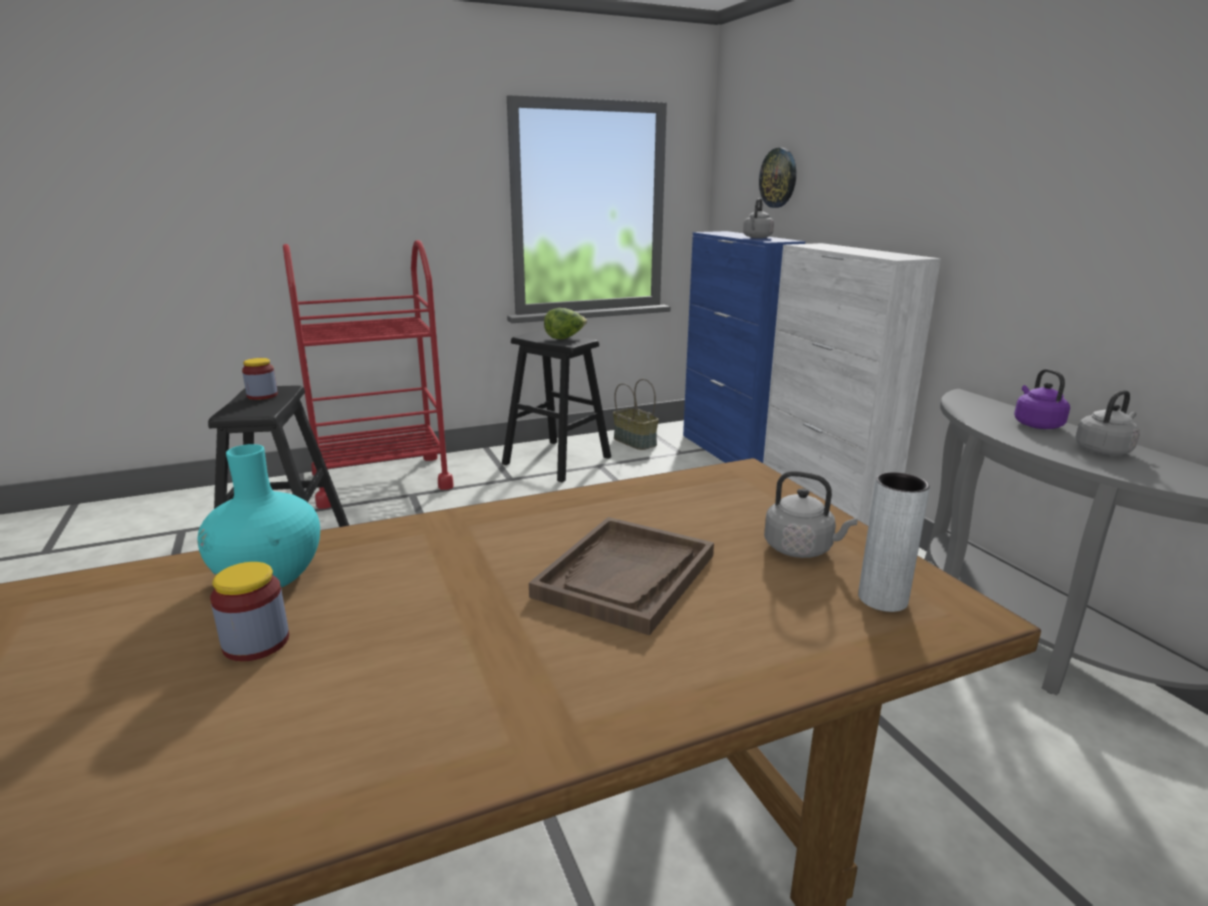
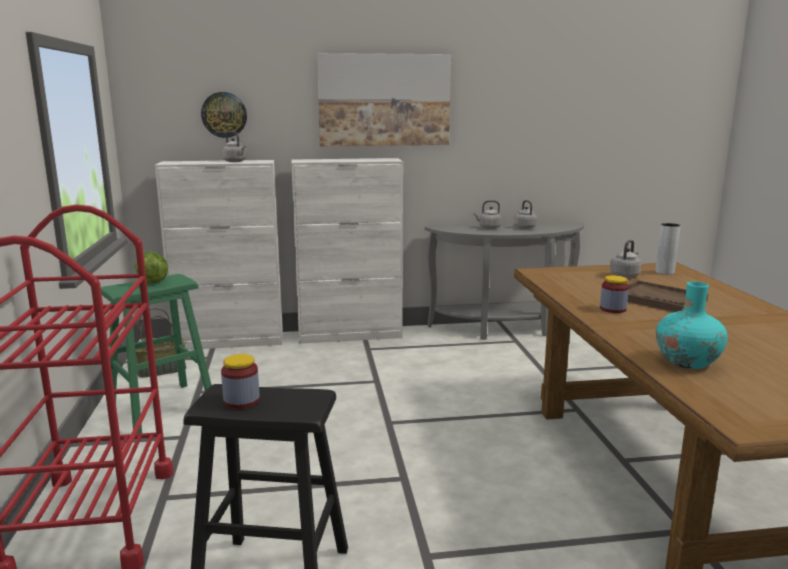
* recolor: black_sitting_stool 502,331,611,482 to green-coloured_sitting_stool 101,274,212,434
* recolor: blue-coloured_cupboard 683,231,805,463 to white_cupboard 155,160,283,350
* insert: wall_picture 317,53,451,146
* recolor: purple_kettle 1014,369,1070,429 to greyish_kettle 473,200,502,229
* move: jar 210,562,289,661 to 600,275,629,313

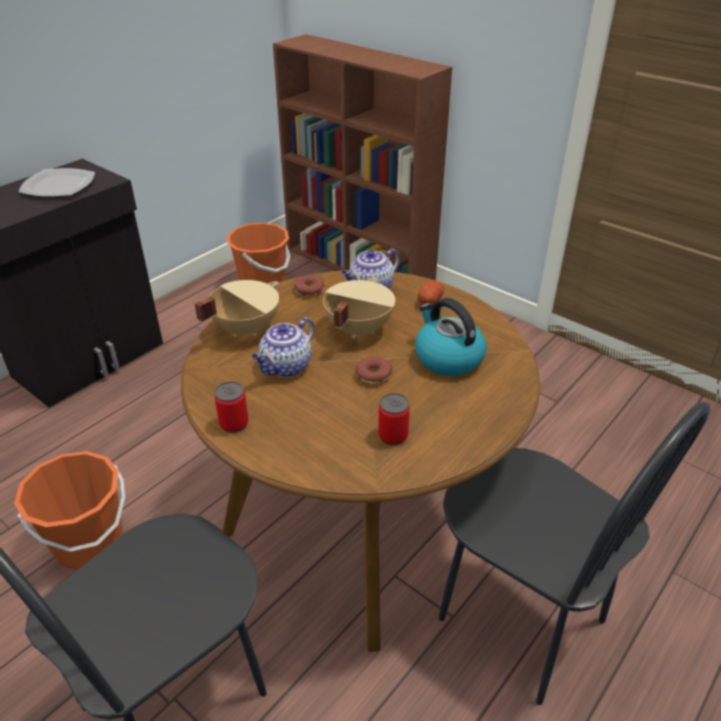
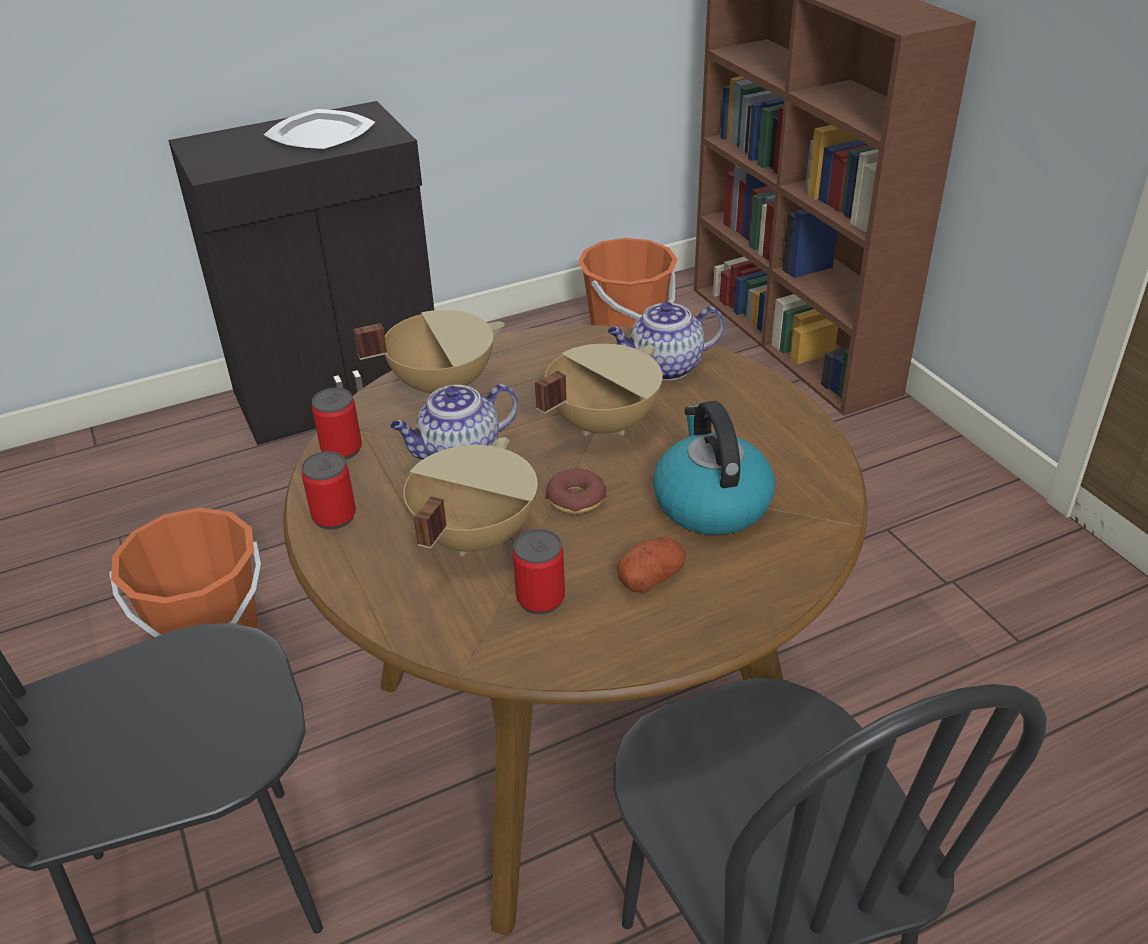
* insert: sealed_can 312,388,362,460
* insert: beige_saucepot 403,437,538,556
* move: spud 418,280,444,305 to 617,537,686,592
* delete: ring_doughnut 294,275,325,297

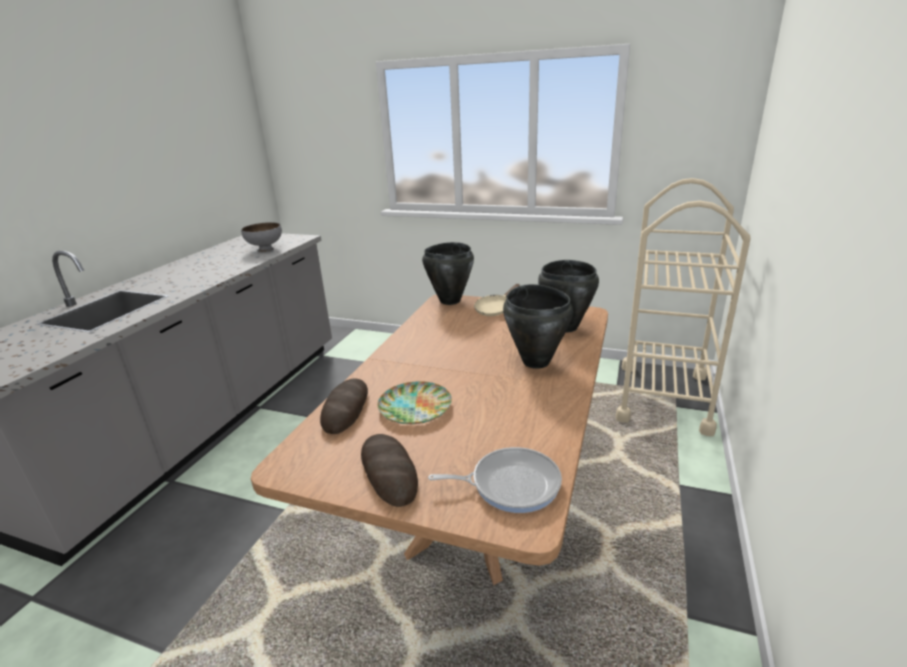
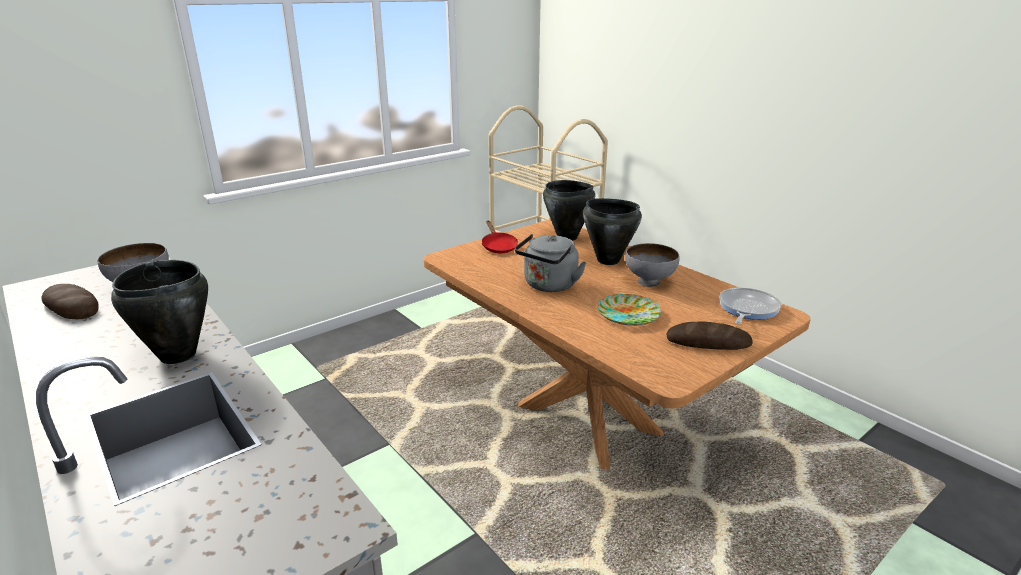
* move: baked_bread 320,378,368,434 to 41,284,99,319
* move: black_saucepot 422,242,474,305 to 111,260,208,364
* recolor: beige_skillet 474,284,519,316 to red-coloured_skillet 482,221,518,253
* insert: greyish_kettle 515,234,586,292
* insert: greyish_bowl 625,243,680,287

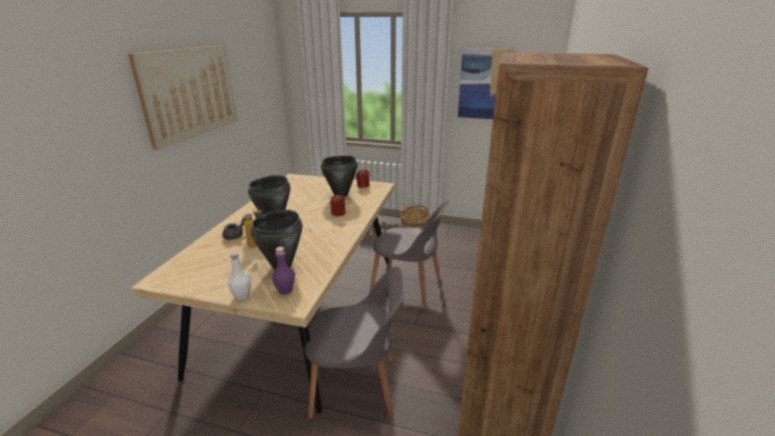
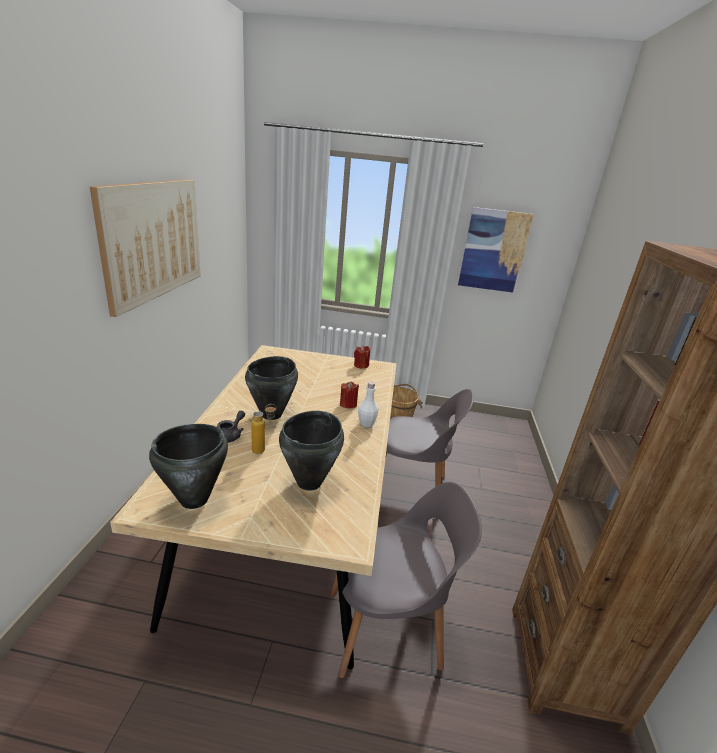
* move: black_saucepot 321,156,358,197 to 149,424,228,509
* move: white_drink_bottle 228,252,251,300 to 358,381,379,427
* delete: purple_drink_bottle 272,247,295,295

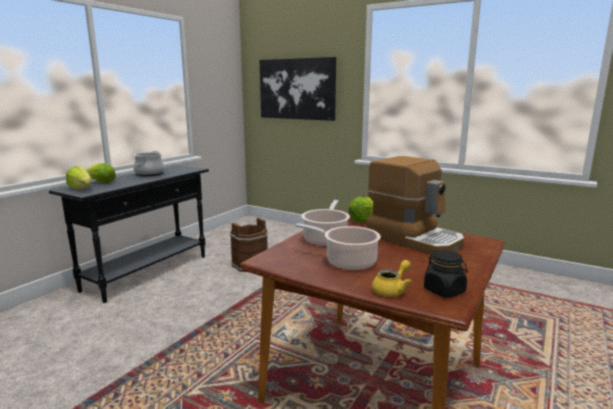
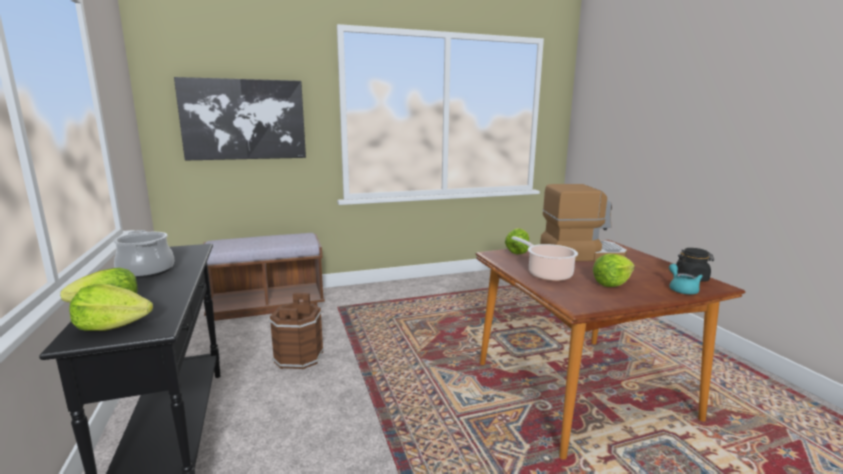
* insert: brownish_indoor_bench 203,233,325,321
* replace: saucepot 295,223,381,270 to lettuce_head 593,254,635,287
* recolor: yellow_teapot 372,260,412,297 to turquoise_teapot 669,264,703,294

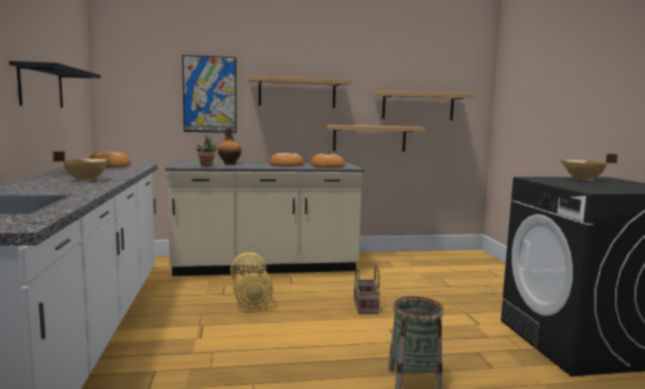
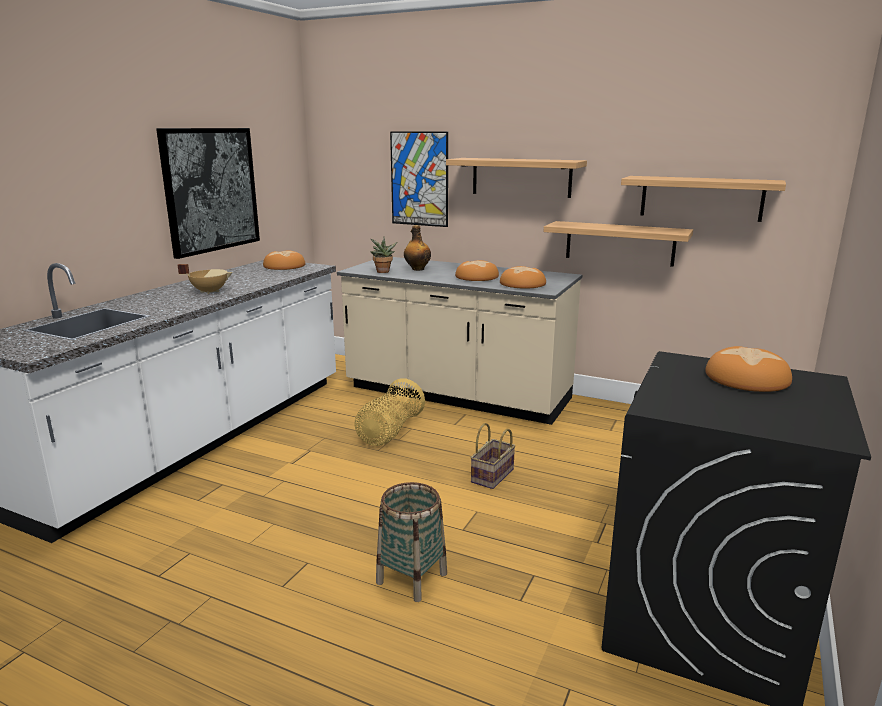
* replace: black_wall_shelf 9,61,101,108 to wall_picture 156,128,260,259
* replace: beige_saucepot 560,153,618,181 to baked_bread 705,346,792,392

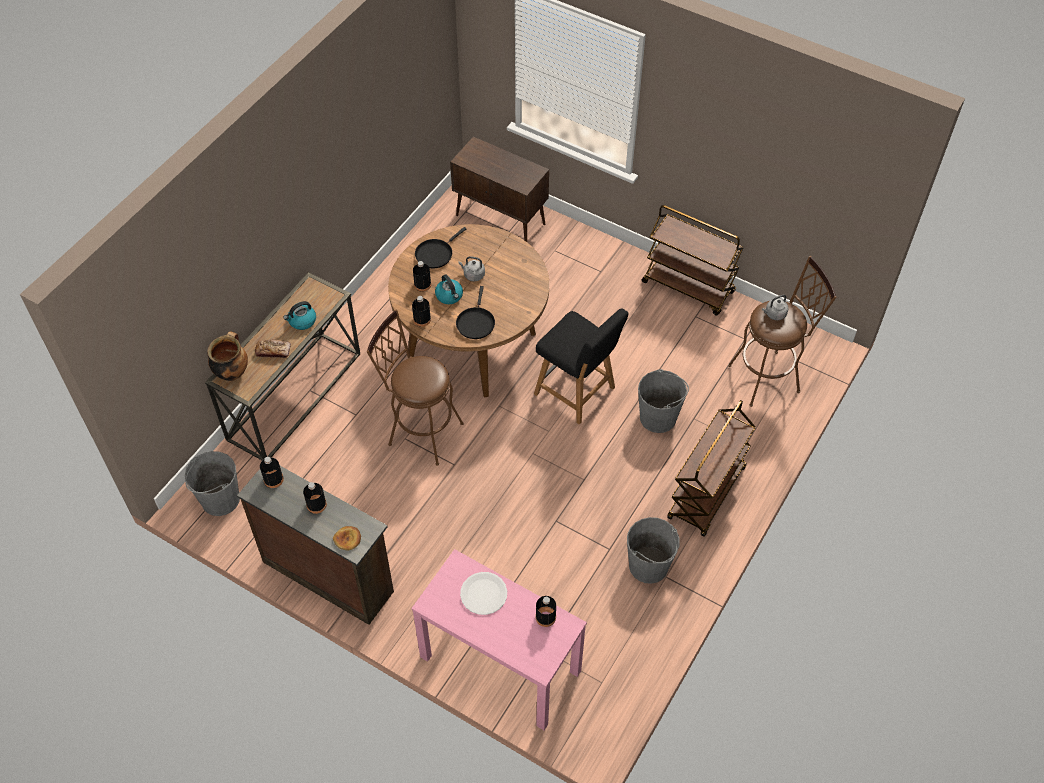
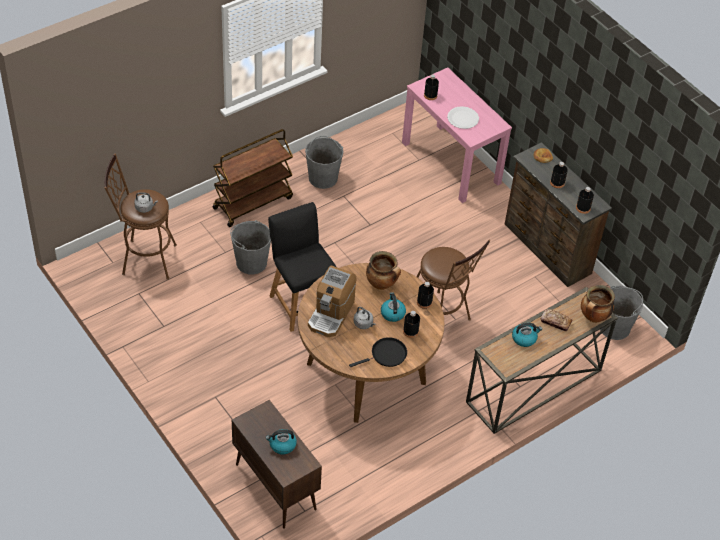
* insert: kettle 265,429,297,455
* insert: coffee_brewer 308,265,357,337
* replace: black_skillet 456,286,495,339 to saucepot 366,251,401,290
* delete: brownish_wheeled_cart 642,205,744,316

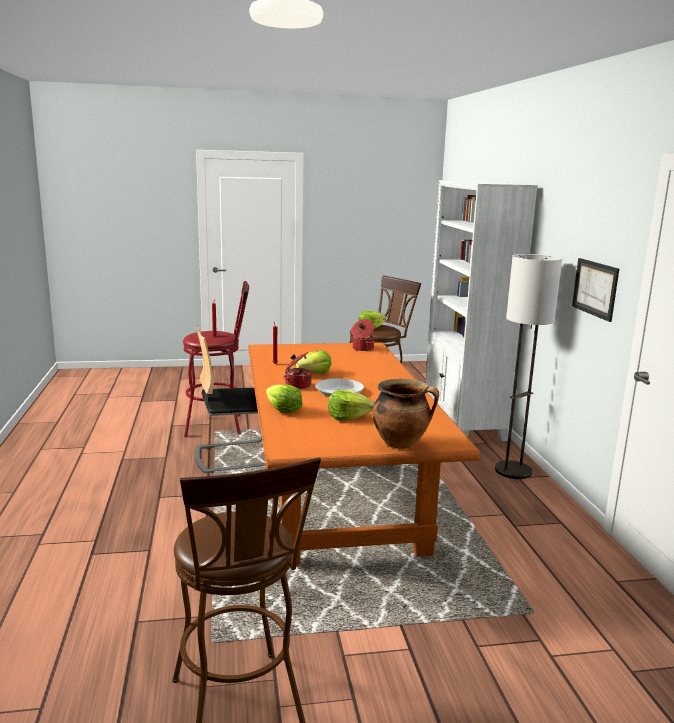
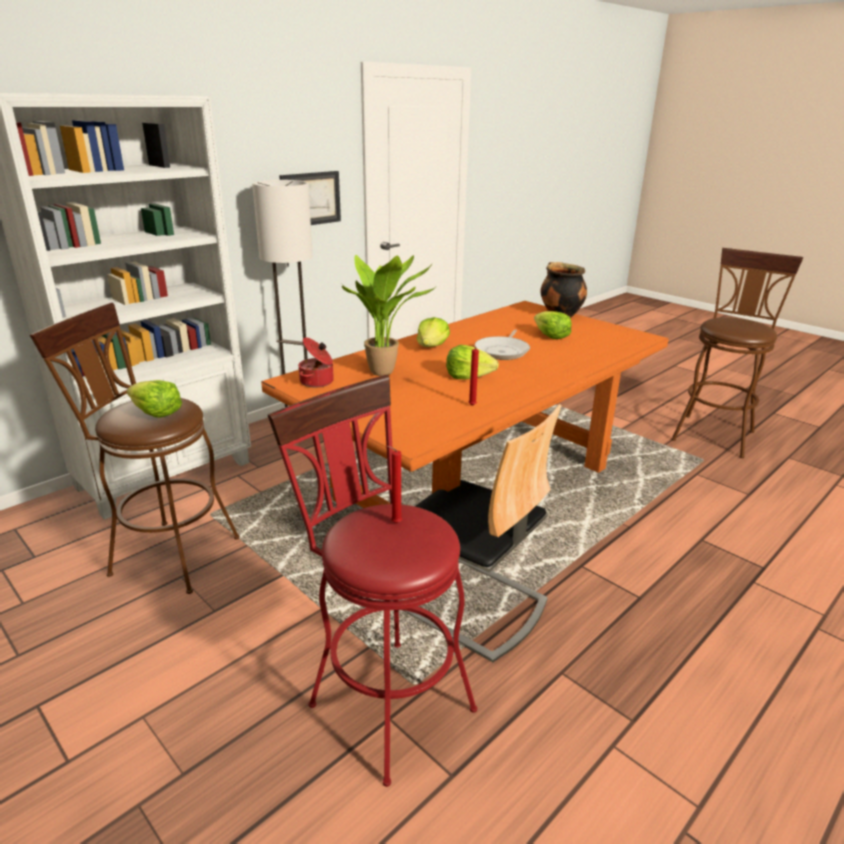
* insert: houseplant 341,255,434,376
* move: lettuce_head 266,385,303,413 to 417,317,450,347
* delete: saucepot 283,352,313,389

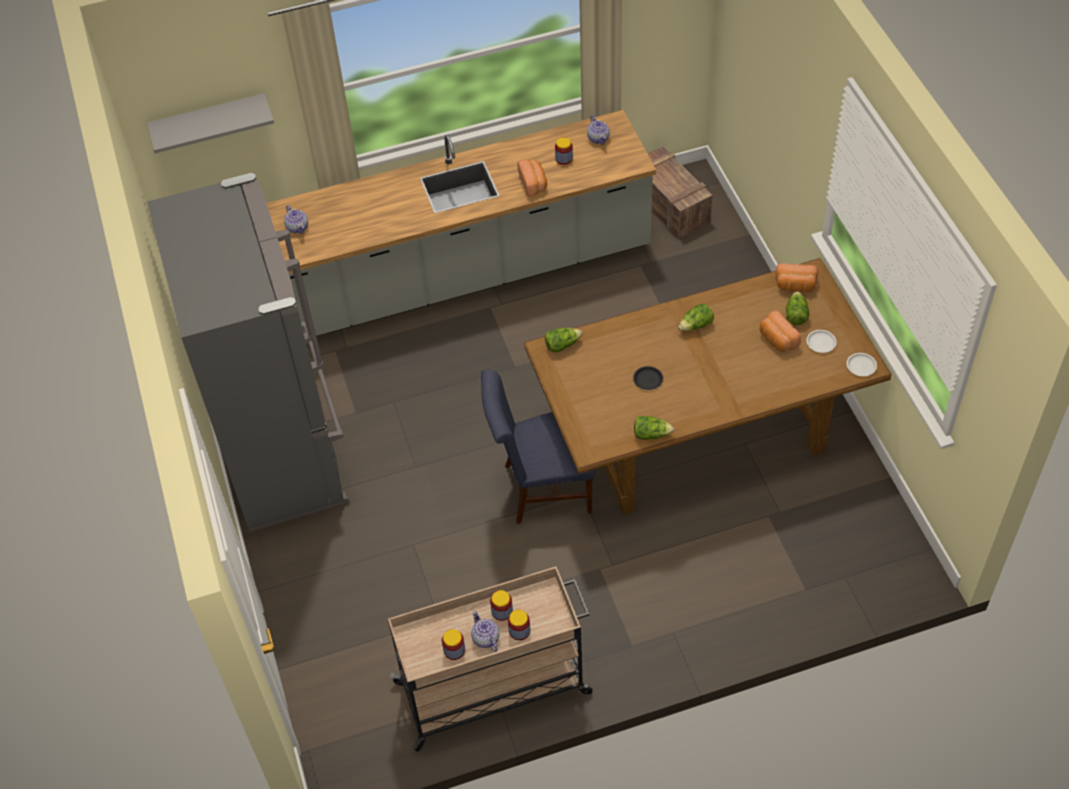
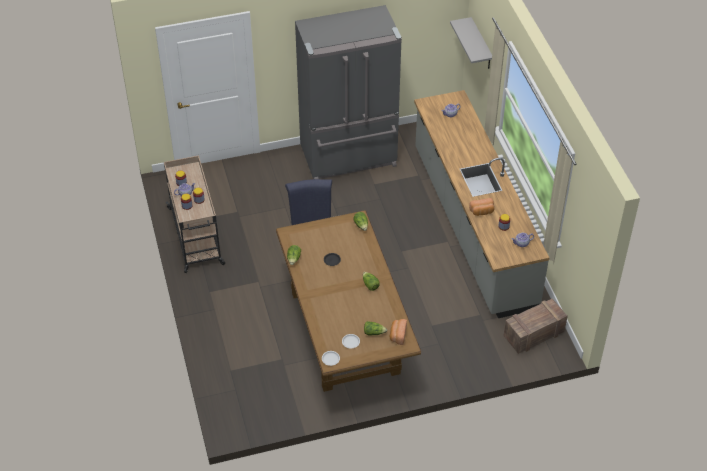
* delete: baked_bread 760,310,801,351

